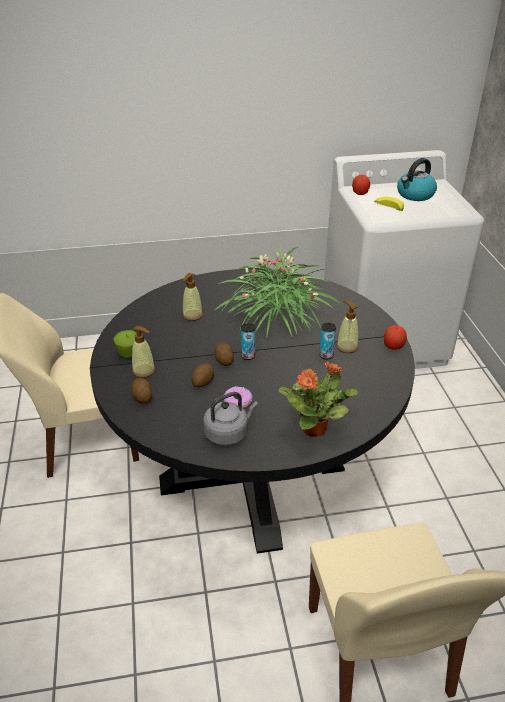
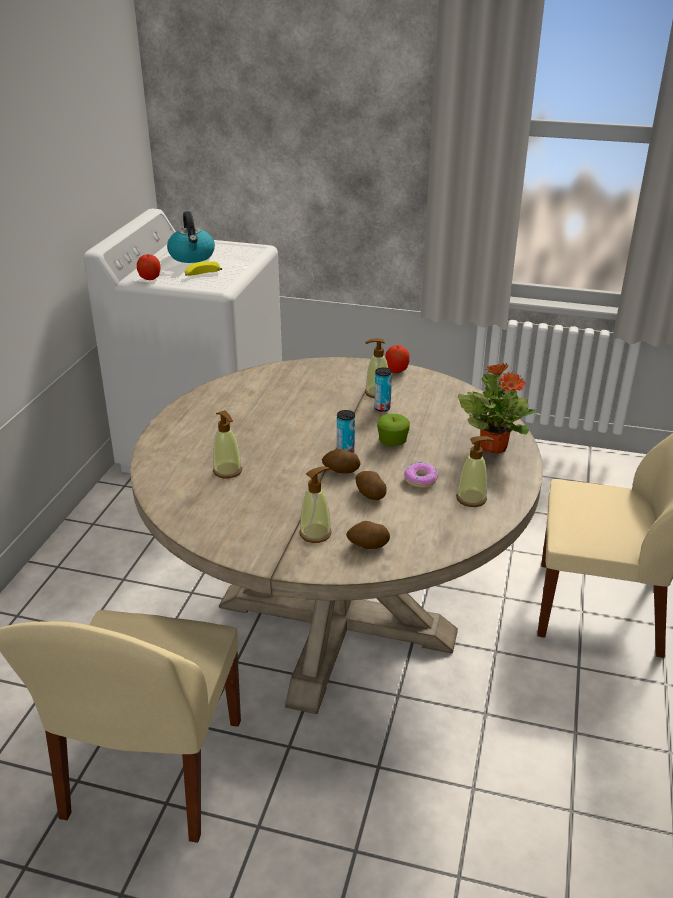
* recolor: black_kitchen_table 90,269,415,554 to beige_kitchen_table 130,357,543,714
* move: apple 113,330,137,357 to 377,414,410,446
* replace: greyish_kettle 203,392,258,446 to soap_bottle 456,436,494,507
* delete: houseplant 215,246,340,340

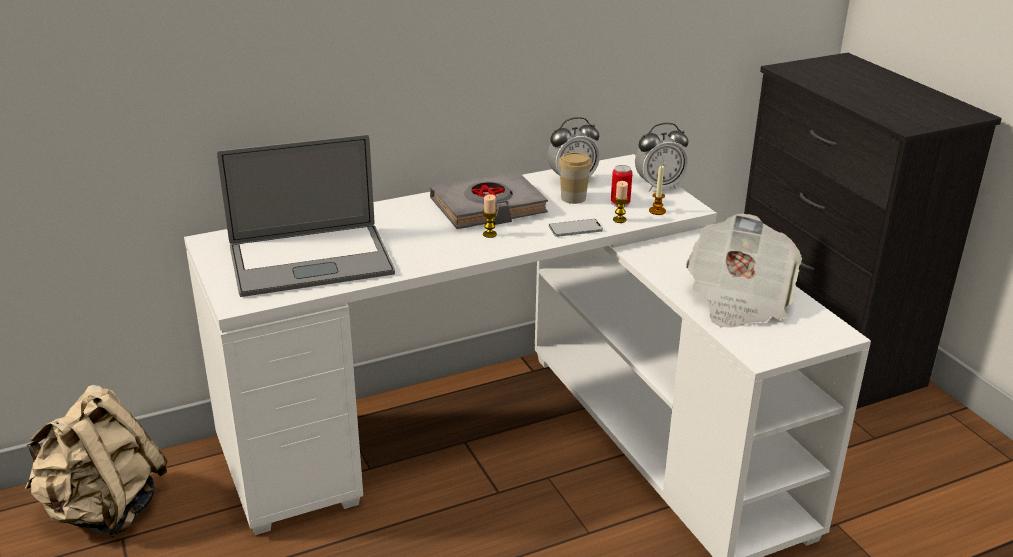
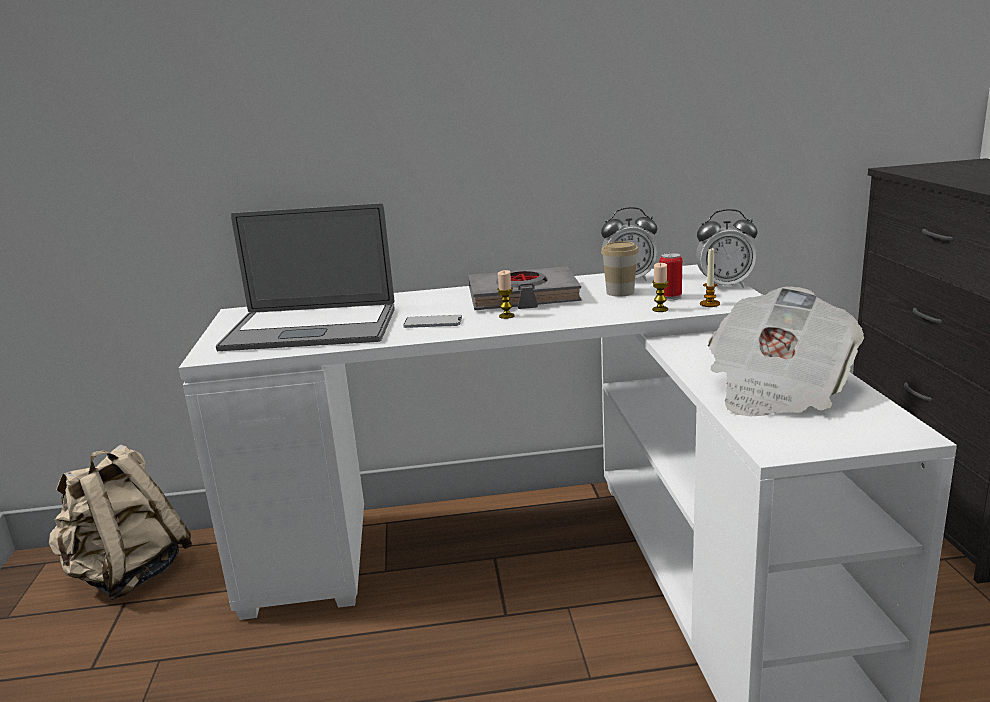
* move: phone 549,219,603,237 to 403,315,462,328

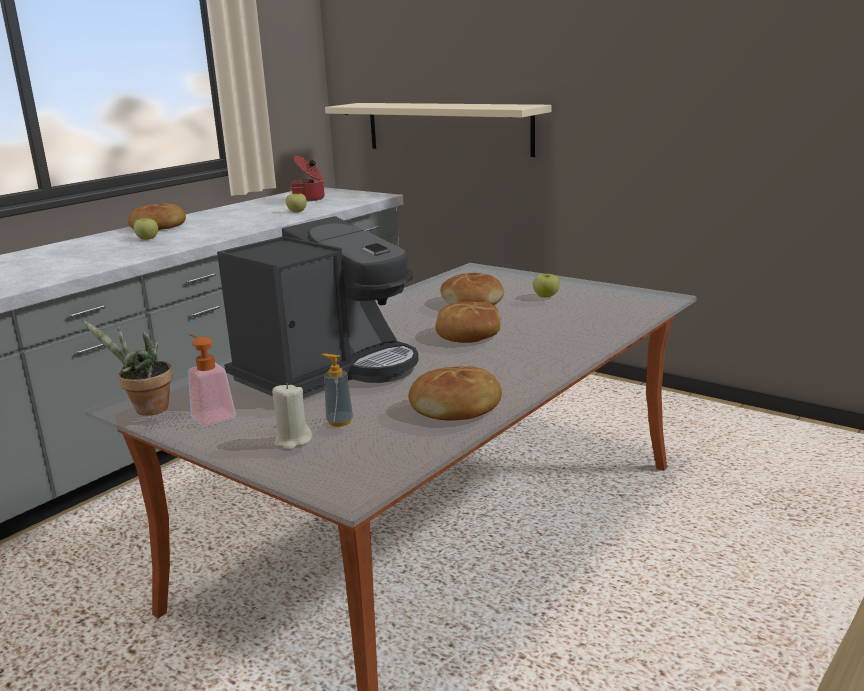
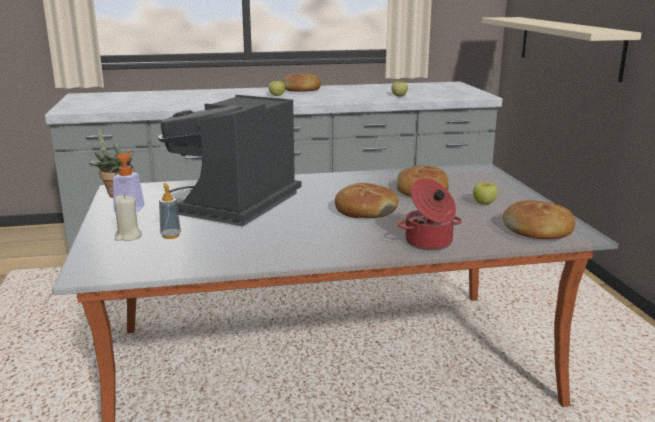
* rotate: coffee_brewer 217,216,418,399 = 158,95,302,226 120 degrees clockwise
* move: saucepot 290,156,325,201 to 398,178,462,250
* move: baked_bread 408,366,502,420 to 503,200,575,239

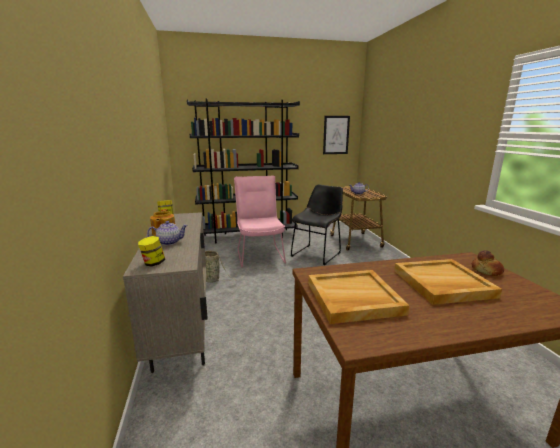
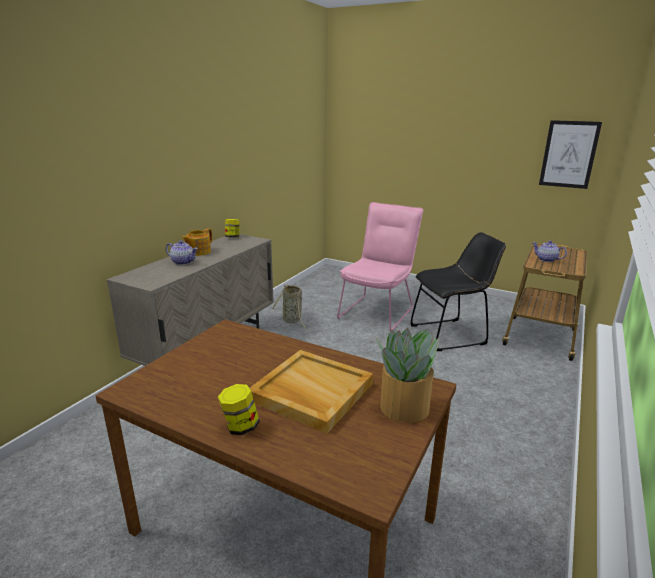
* move: jar 138,236,165,267 to 218,384,260,435
* replace: baked_bread 471,250,504,276 to houseplant 375,328,439,423
* delete: black_bookcase 187,99,300,244
* delete: beige_tray 308,270,409,324

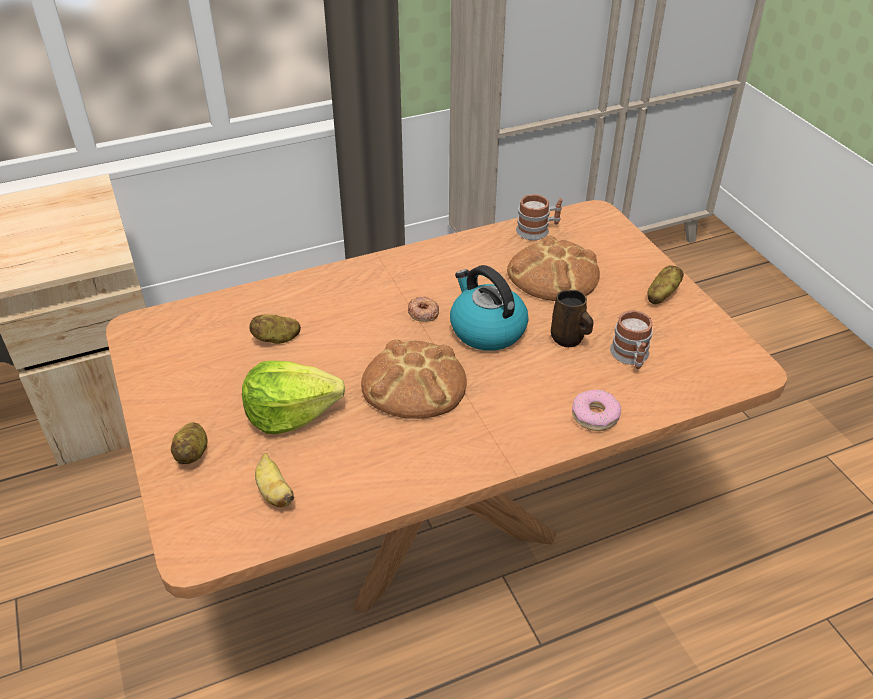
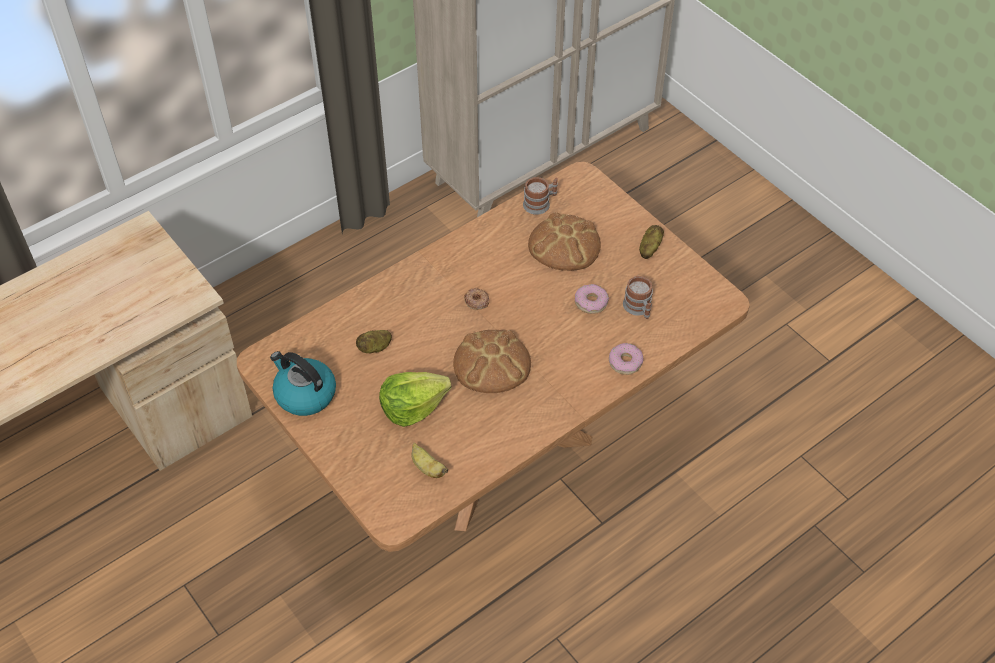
* move: kettle 450,265,528,351 to 270,351,336,416
* replace: brownish_tea_mug 551,290,593,347 to ring_doughnut 575,284,609,314
* delete: spud 171,423,207,465

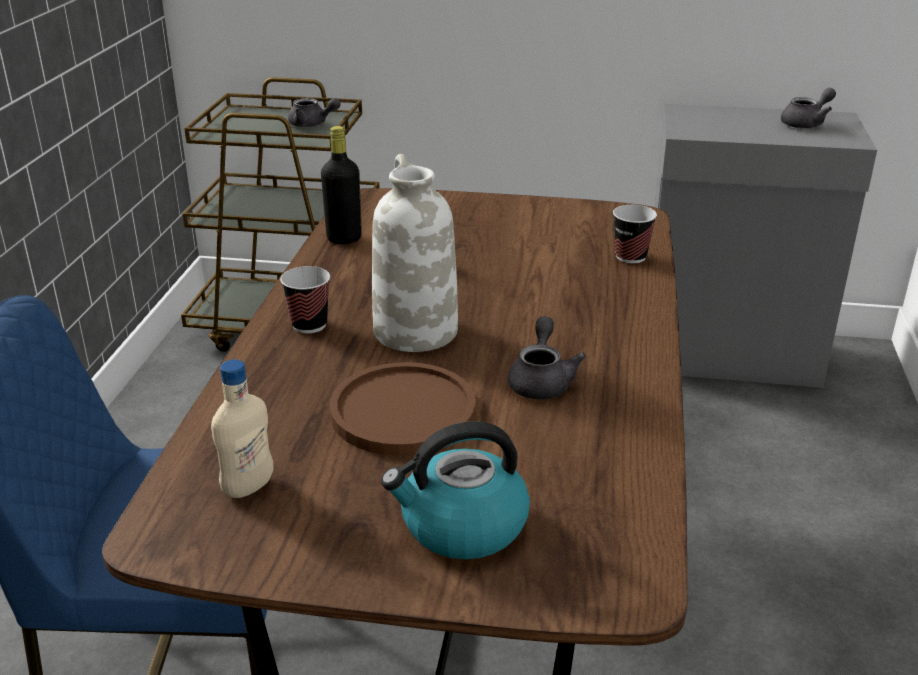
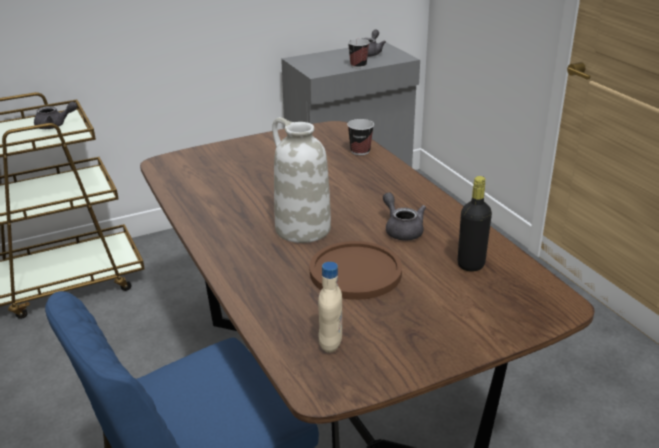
* move: cup 280,266,330,333 to 348,39,370,68
* move: black_drink_bottle 321,126,362,244 to 458,176,492,272
* delete: kettle 381,421,530,559

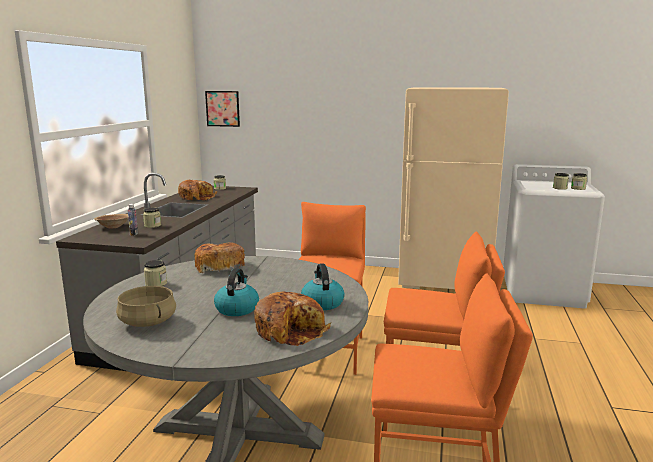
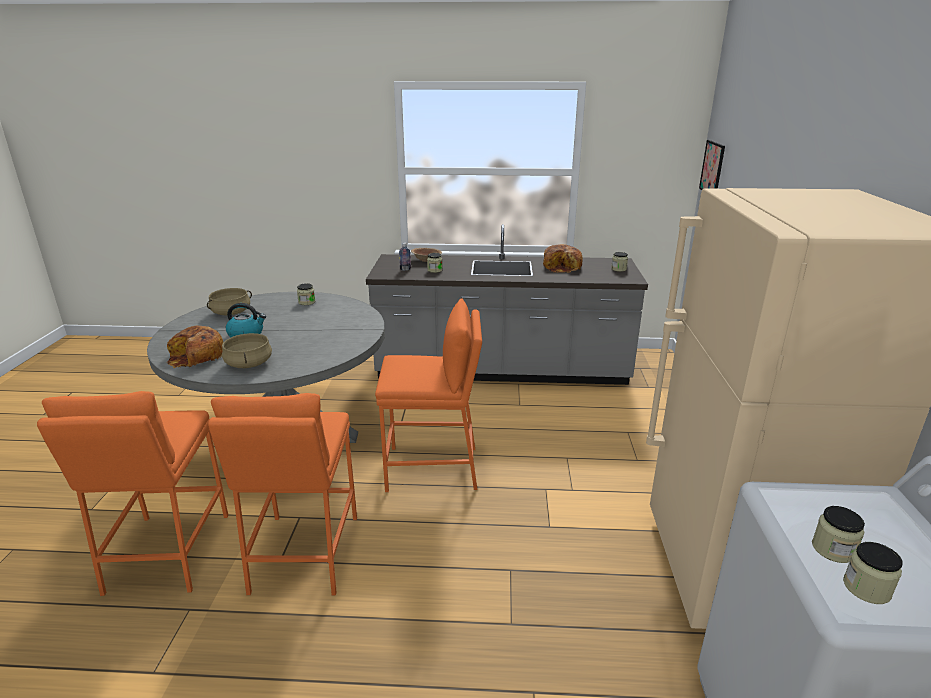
* replace: kettle 301,263,344,310 to beige_saucepot 222,333,272,368
* delete: baked_bread 195,242,245,273

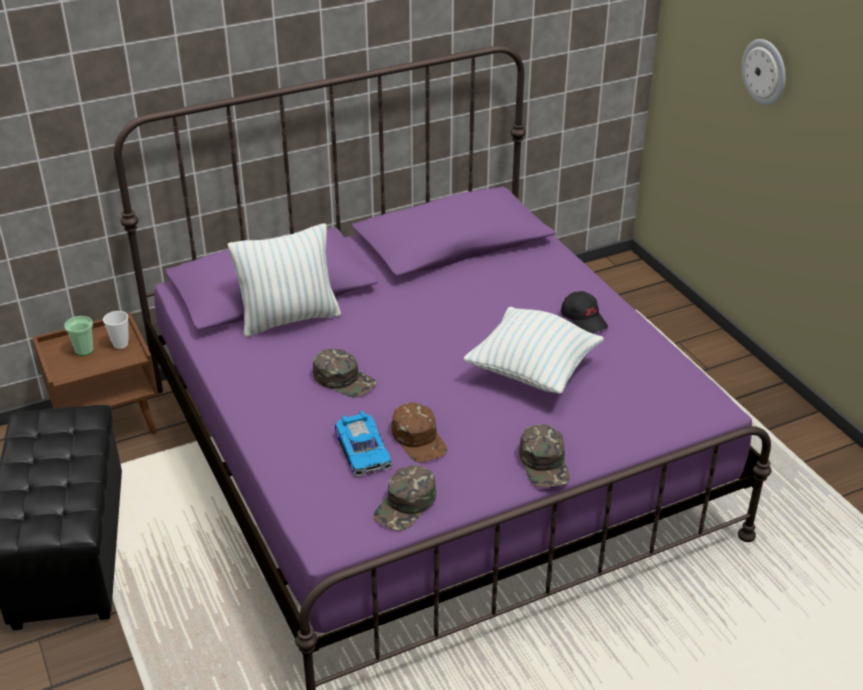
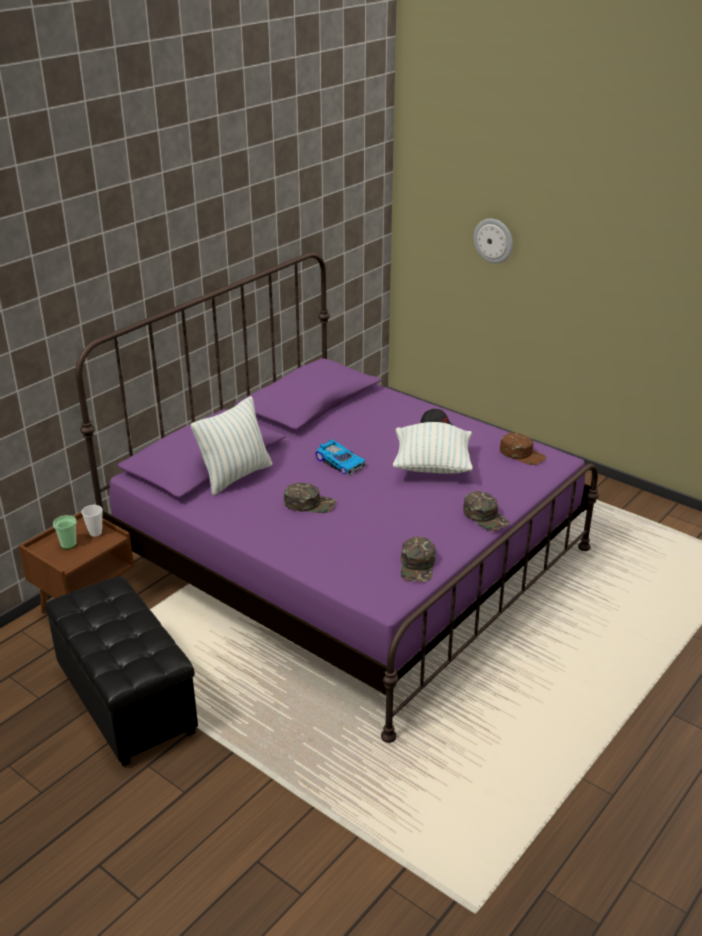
* move: model_car 335,411,392,477 to 315,439,366,476
* move: brownish_peaked_cap 391,402,447,463 to 500,433,546,465

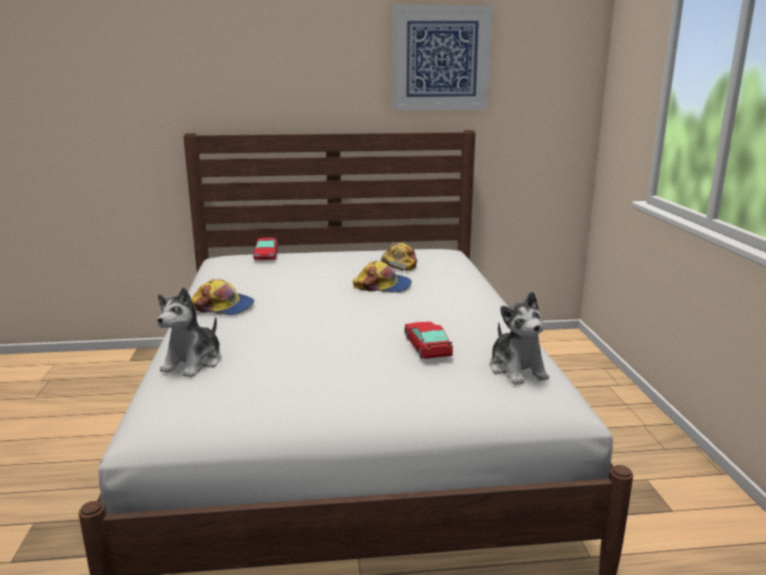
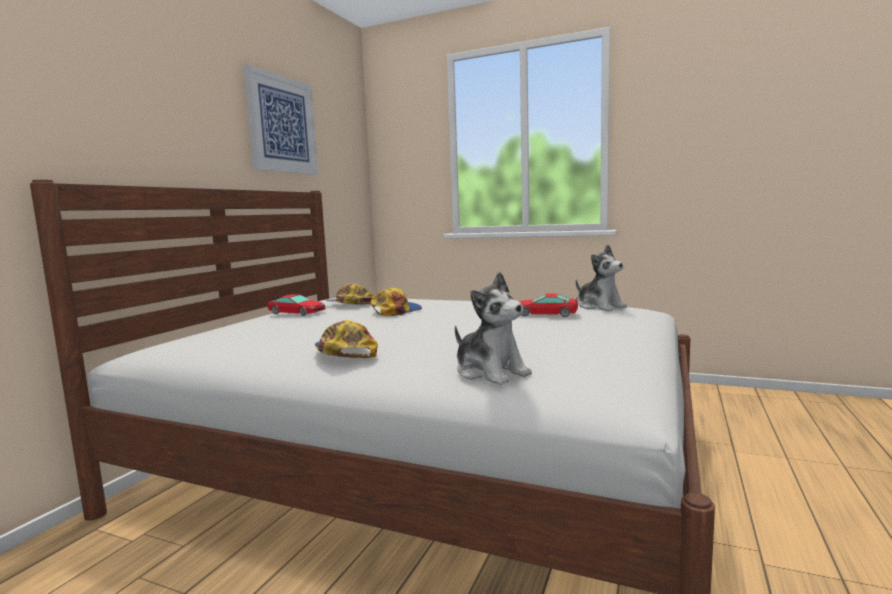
* move: model_car 253,236,278,260 to 268,294,326,316
* rotate: peaked_cap 191,279,254,315 = 315,320,378,358 75 degrees counterclockwise
* rotate: soft_toy 489,292,549,385 = 576,245,627,311 45 degrees clockwise

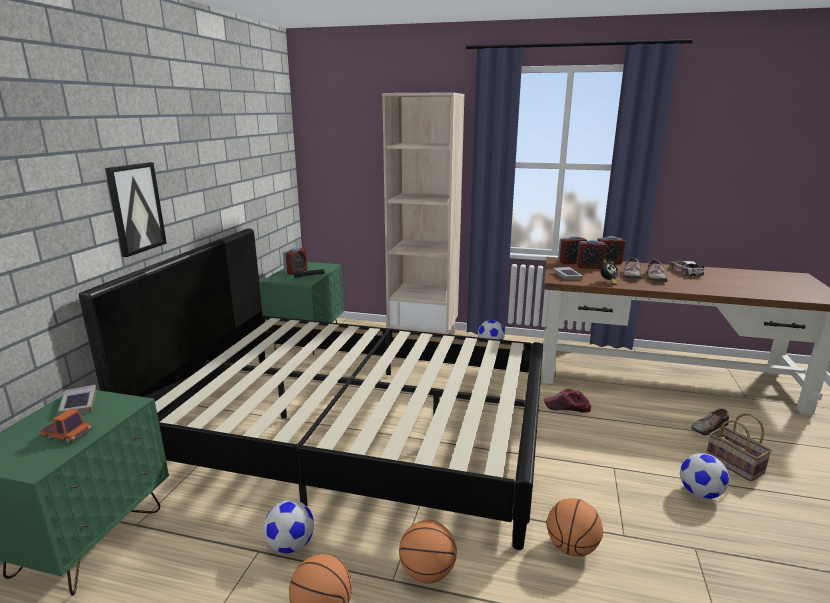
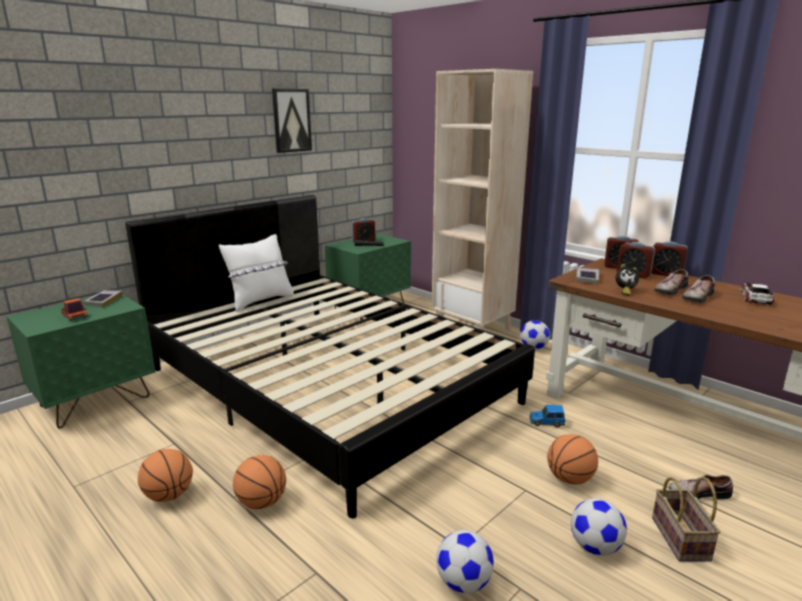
* insert: white_throw_pillow 219,234,294,312
* move: wall_picture 105,162,167,257 to 272,89,312,153
* move: ball_for_football 263,500,314,553 to 436,530,494,593
* replace: peaked_cap 544,389,591,413 to model_car 530,405,565,428
* move: basketball 547,498,603,557 to 547,434,598,484

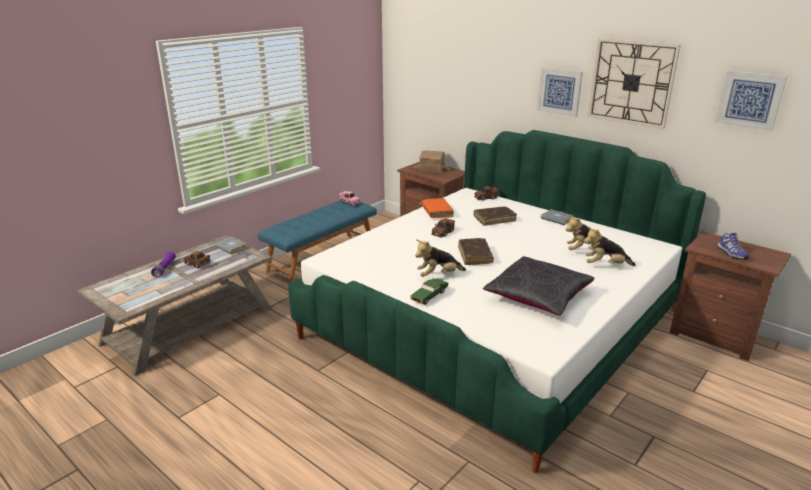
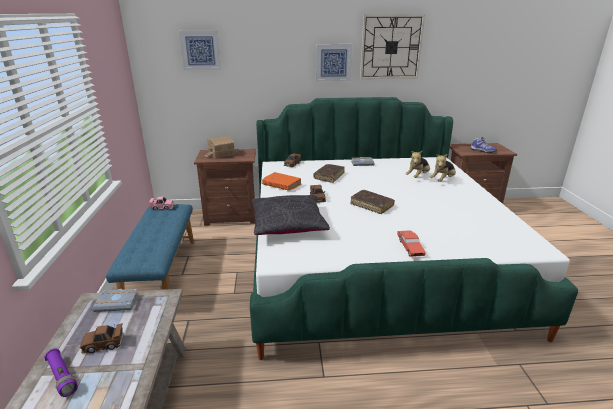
* move: wall_picture 715,70,787,131 to 179,31,221,70
* move: black_throw_pillow 483,256,595,316 to 252,195,330,235
* recolor: green-coloured_model_car 411,278,449,305 to red-coloured_model_car 397,230,426,257
* delete: soft_toy 415,239,466,277

